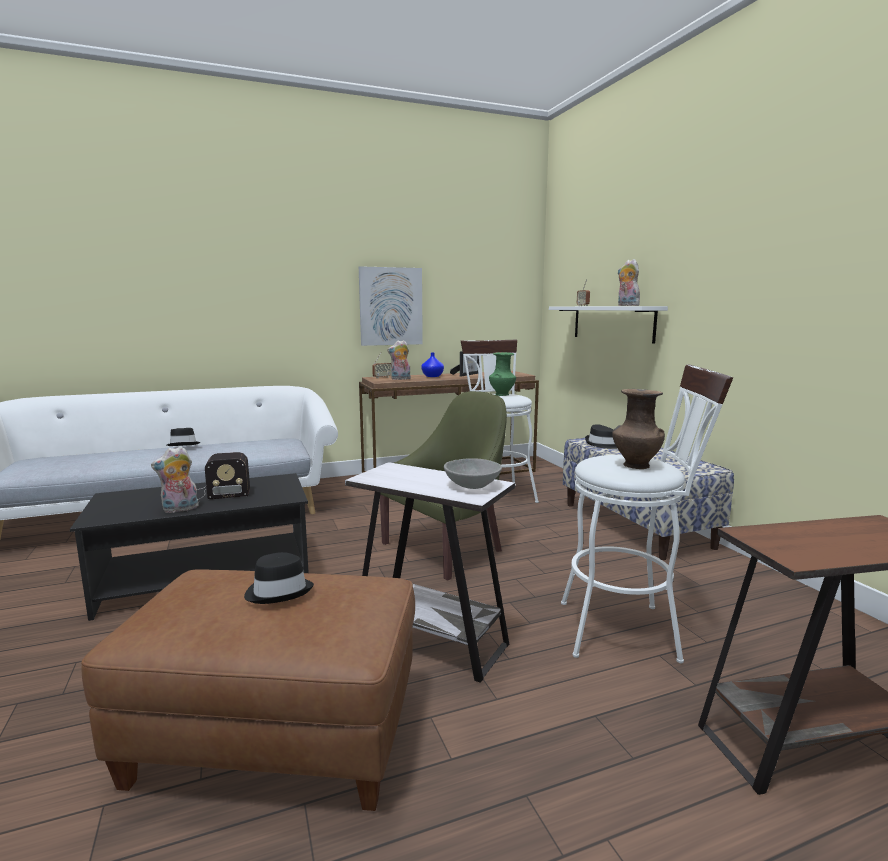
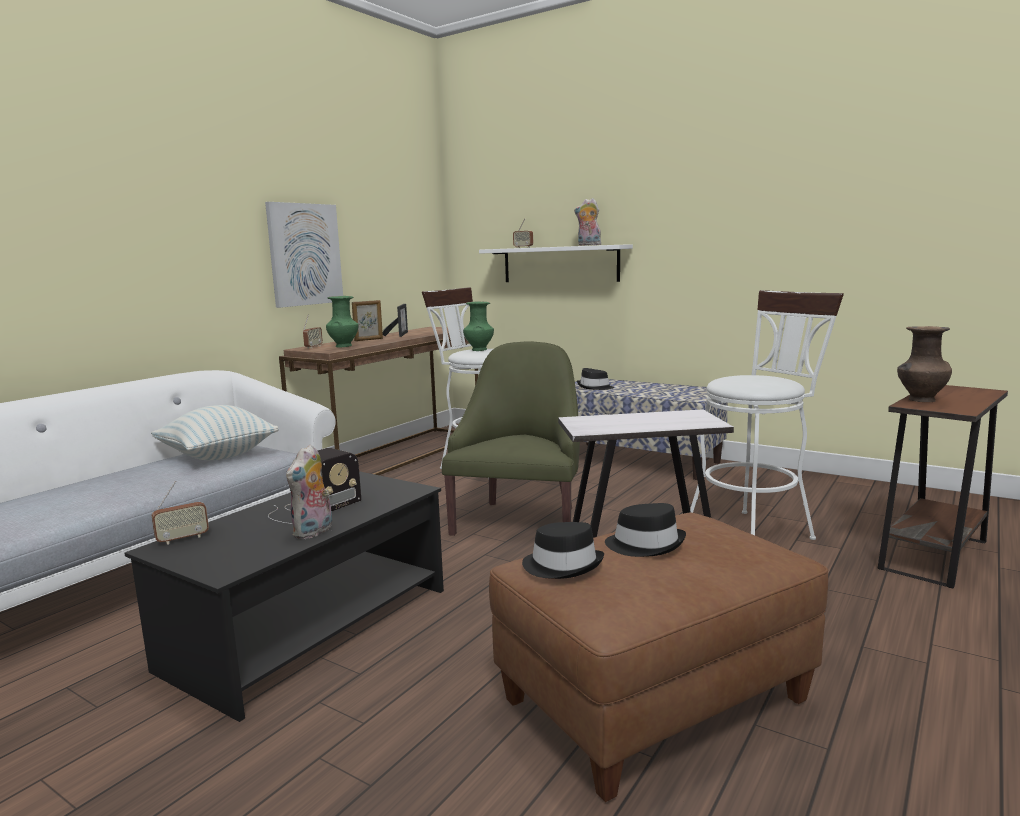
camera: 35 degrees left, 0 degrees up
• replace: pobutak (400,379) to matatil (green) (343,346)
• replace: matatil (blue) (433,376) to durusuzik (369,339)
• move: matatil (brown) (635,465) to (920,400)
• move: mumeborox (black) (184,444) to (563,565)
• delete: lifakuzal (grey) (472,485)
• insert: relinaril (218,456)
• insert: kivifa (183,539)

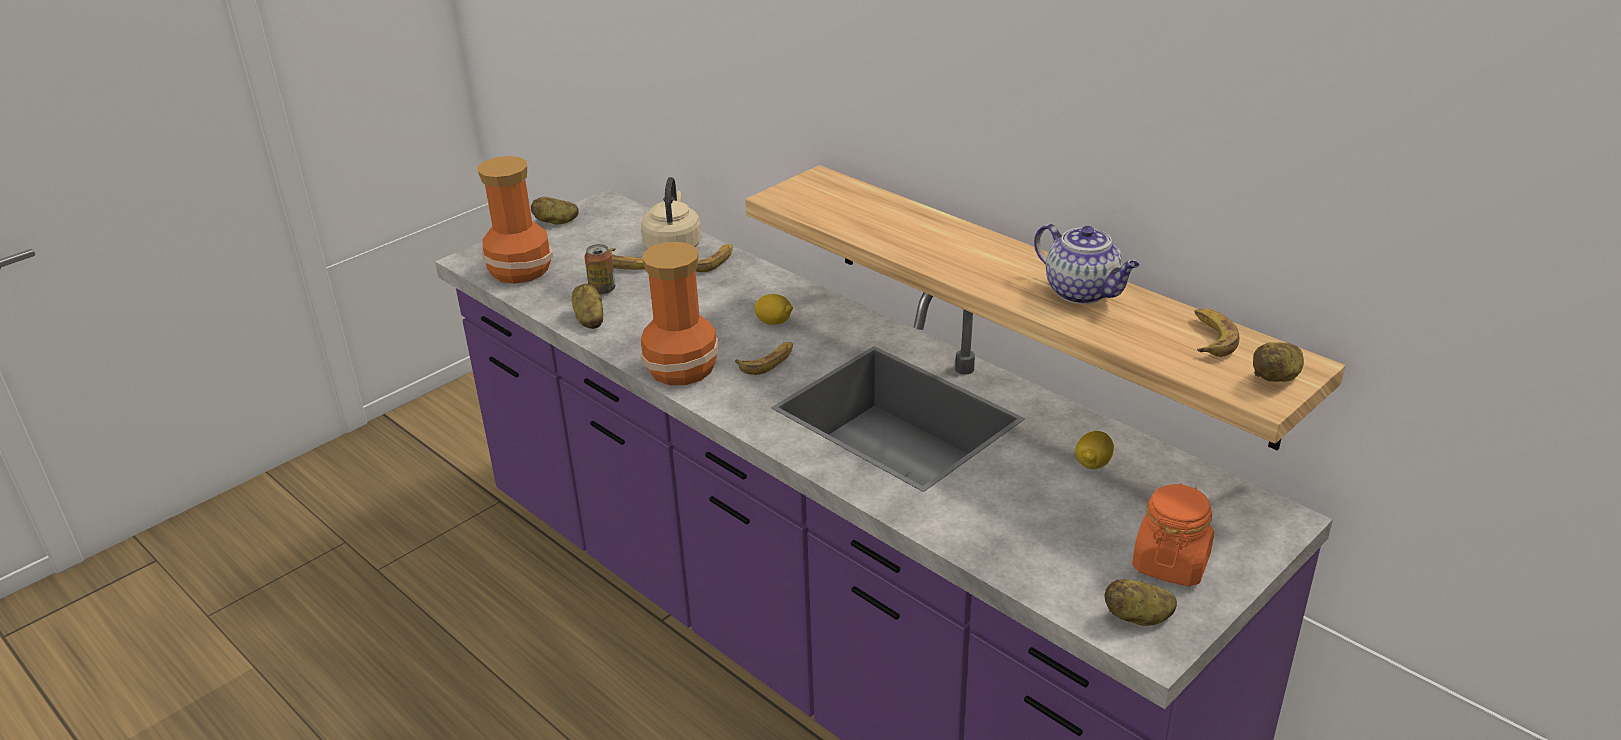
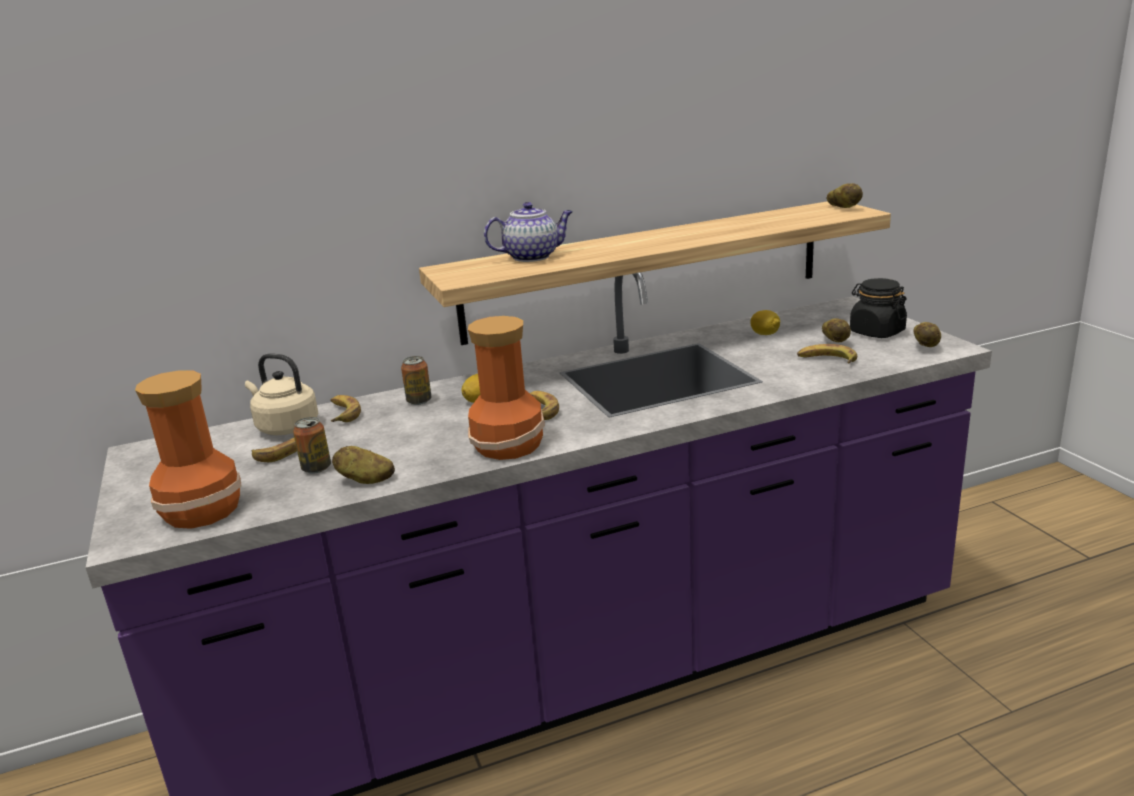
camera: 65 degrees left, 10 degrees down
• move: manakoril (556,222) to (835,342)
• move: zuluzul (1083,292) to (532,257)
• move: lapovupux (1210,338) to (826,360)
• recolor: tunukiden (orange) (1170,563) to tunukiden (black) (876,332)
• insert: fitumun (419,401)

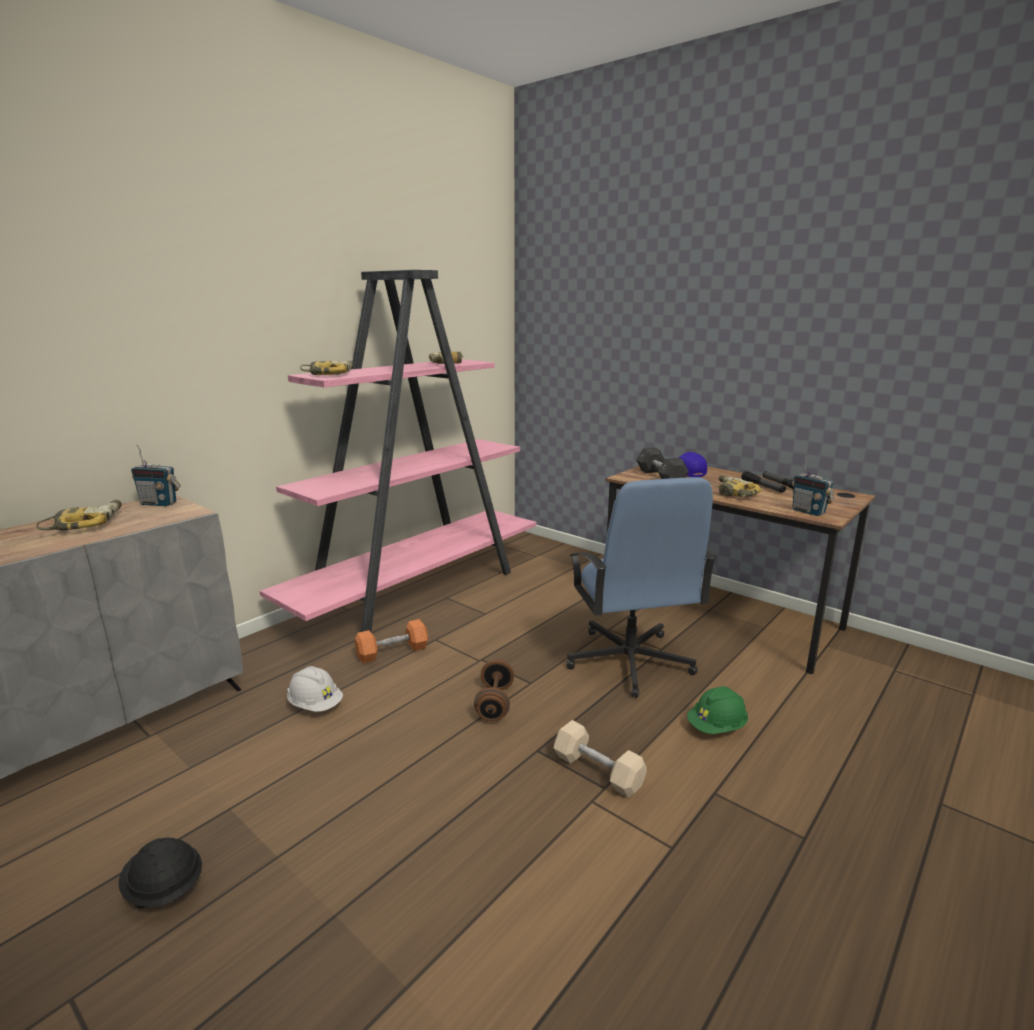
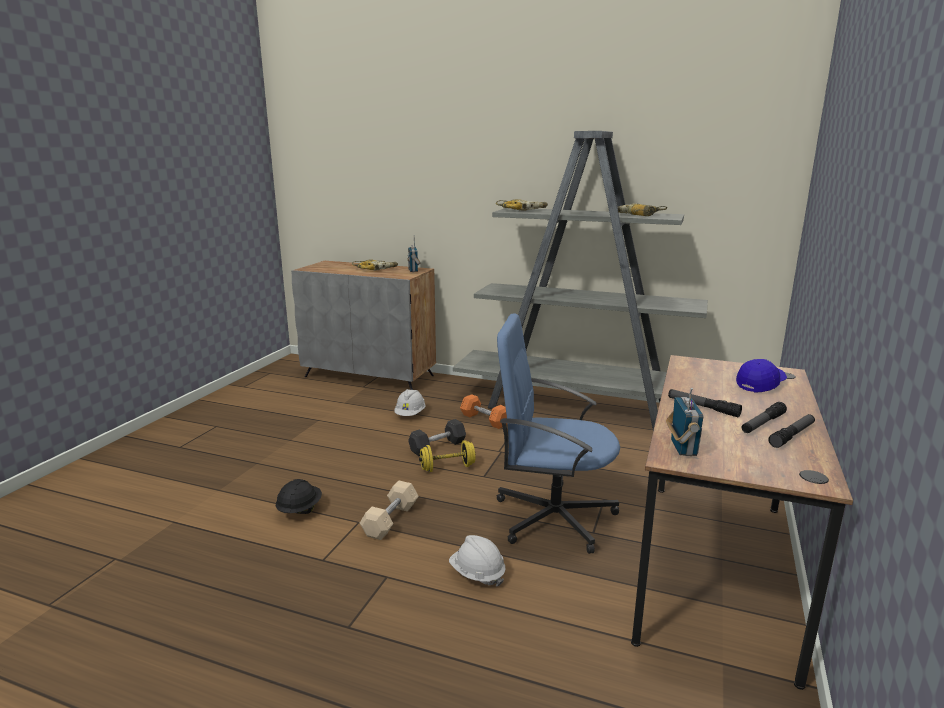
camera: 70 degrees right, 0 degrees up
• recolor: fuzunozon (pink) (418,590) to fuzunozon (grey) (581,406)
• move: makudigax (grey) (660,477) to (437,446)
• rotate: kivifa (808,512) = (682,448) 150 degrees clockwise
• replace: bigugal (730,493) to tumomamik (702,407)
• rotate: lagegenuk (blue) (629,662) = (552,517) 45 degrees clockwise
• recolor: makudigax (brown) (494,703) to makudigax (yellow) (447,467)
• recolor: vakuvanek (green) (717,727) to vakuvanek (white) (477,574)
• move: vakuvanek (black) (164,890) to (299,510)

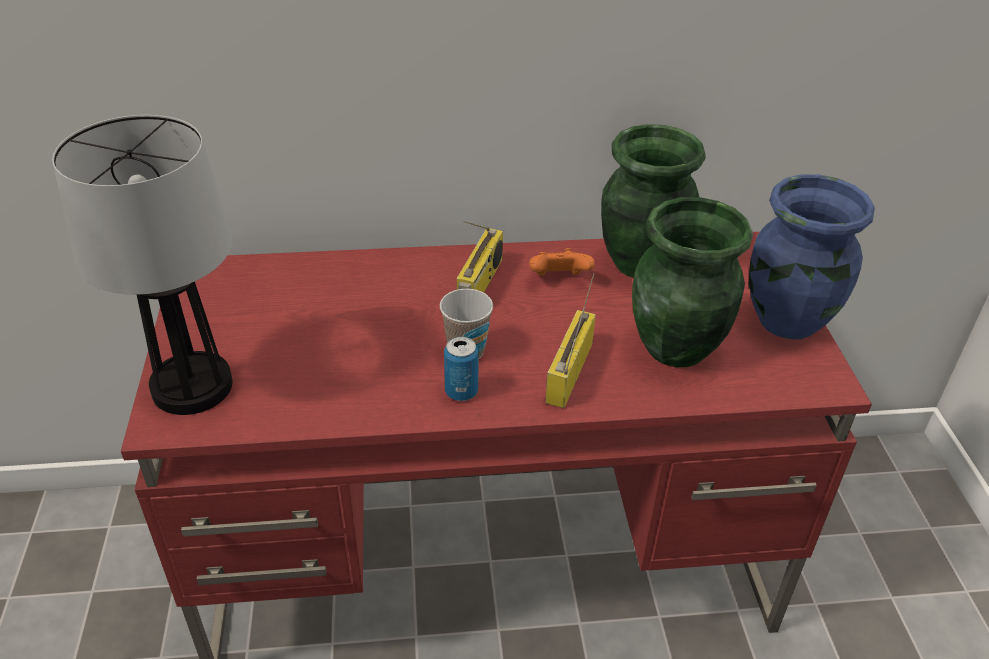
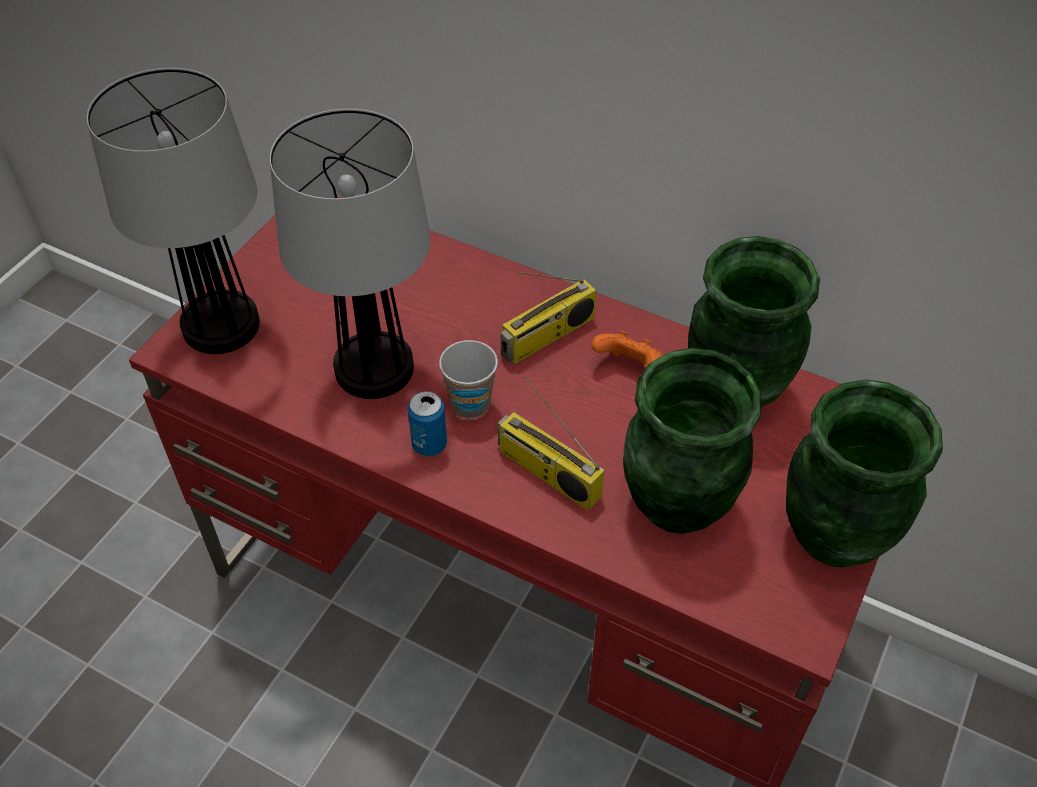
camera: 35 degrees right, 10 degrees up
• recolor: matatil (blue) (786,320) to matatil (green) (832,535)
• rotate: kivifa (568,370) = (546,473) 105 degrees counterclockwise
• insert: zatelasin (373,369)

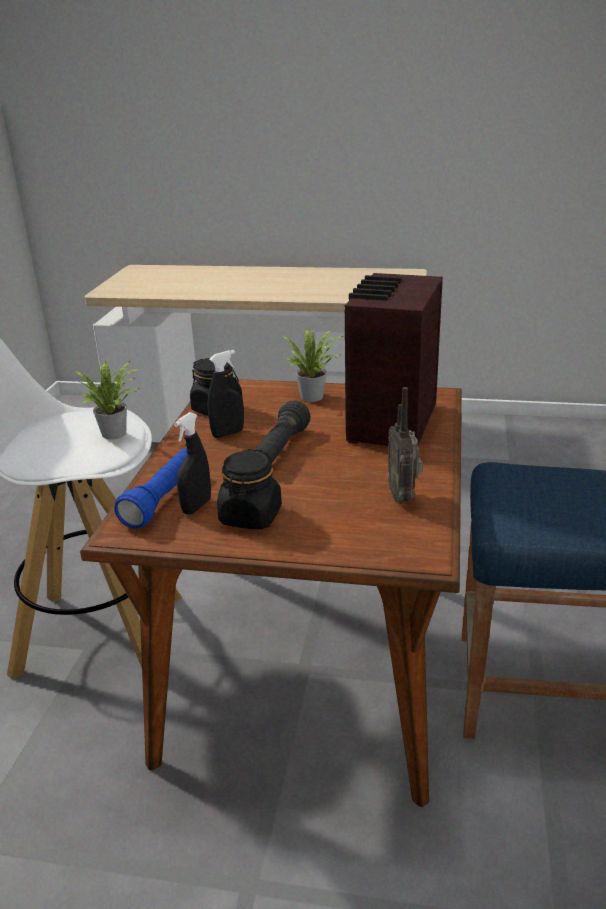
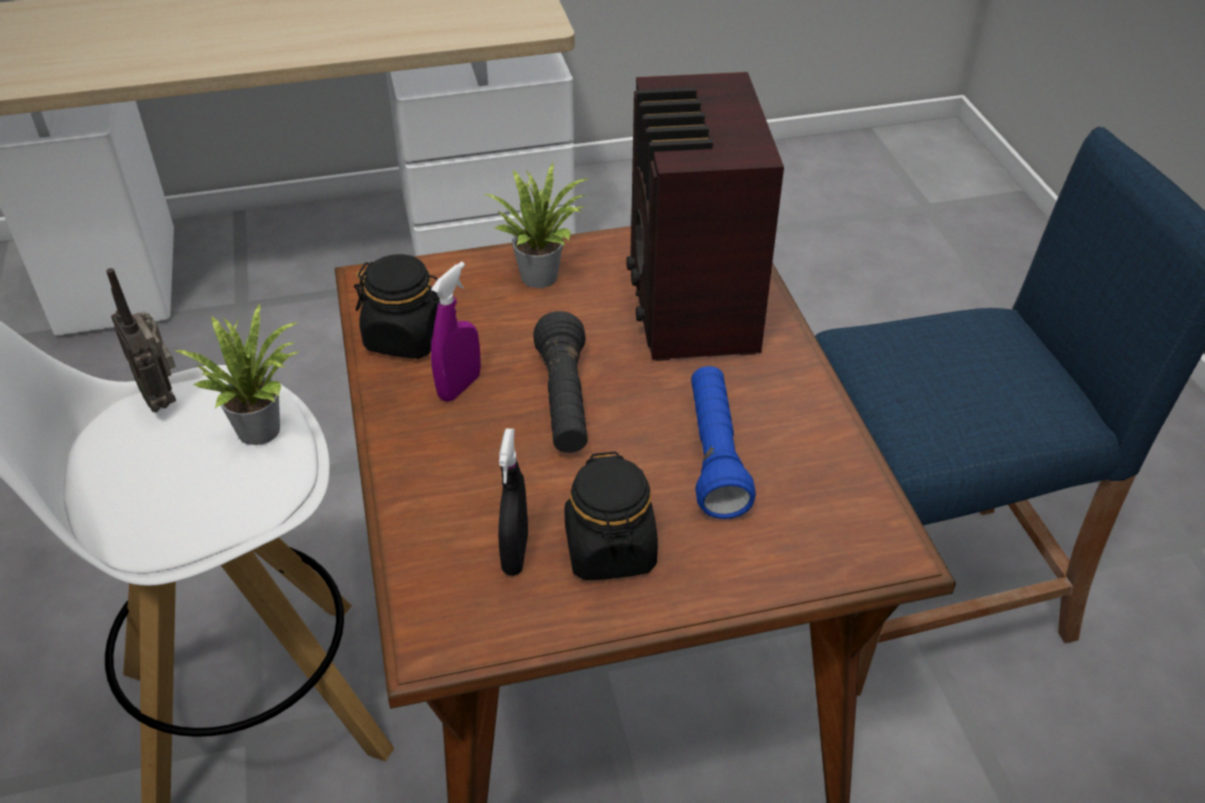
camera: 25 degrees left, 15 degrees up
• recolor: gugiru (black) (228,433) to gugiru (purple) (459,387)
• move: kivifa (403,496) to (162,398)
• move: tumomamik (blue) (163,499) to (714,456)

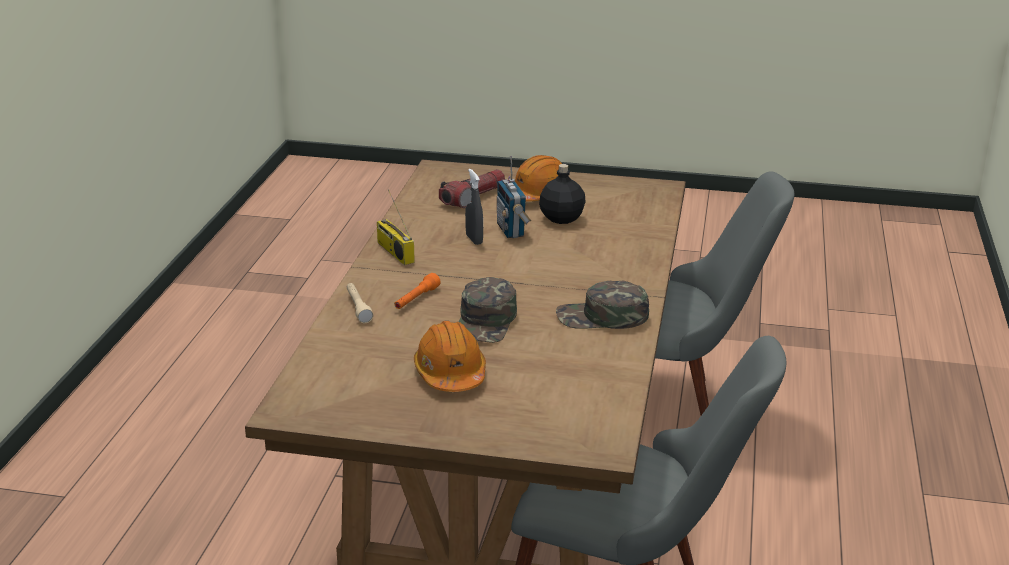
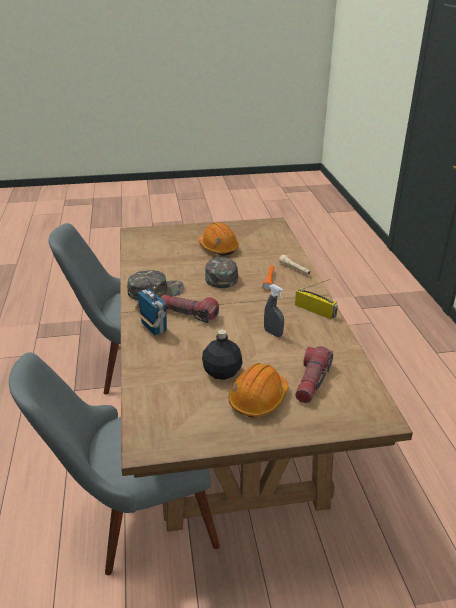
camera: 160 degrees right, 5 degrees up
• move: kivifa (511,230) to (153,328)
• insert: tumomamik (189,314)

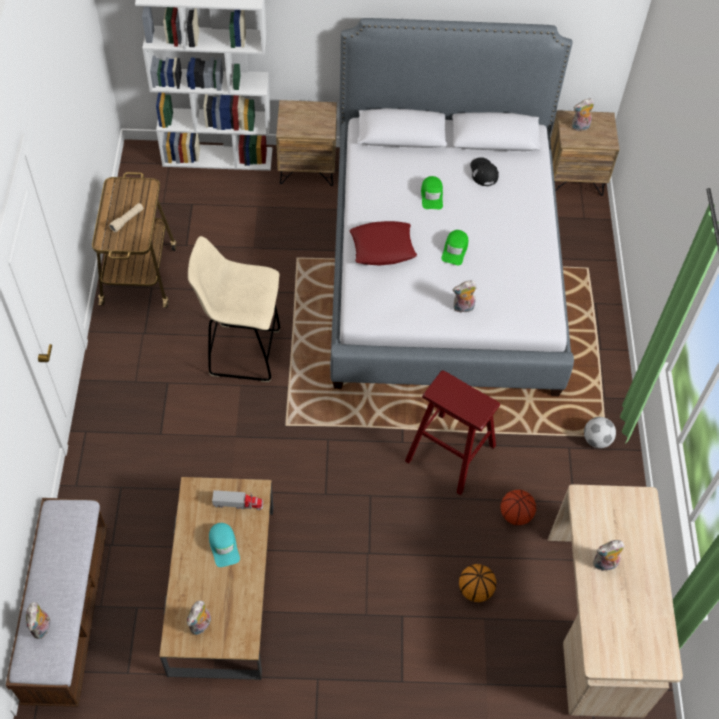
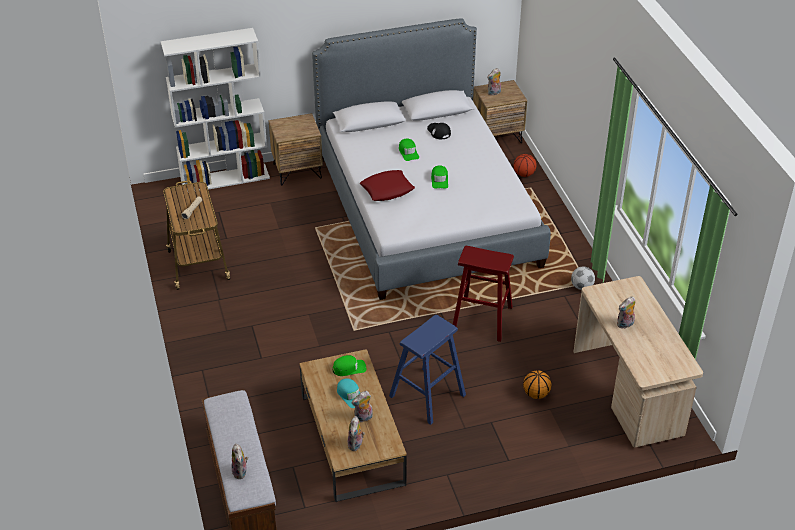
camera: 15 degrees left, 15 degrees down
• delete: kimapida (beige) (242,352)
• move: pobutak (463,308) to (363,418)
• replace: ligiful (238,503) to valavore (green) (349,368)
• move: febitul (515,515) to (524,174)
• insert: kimapida (blue) (427,395)

